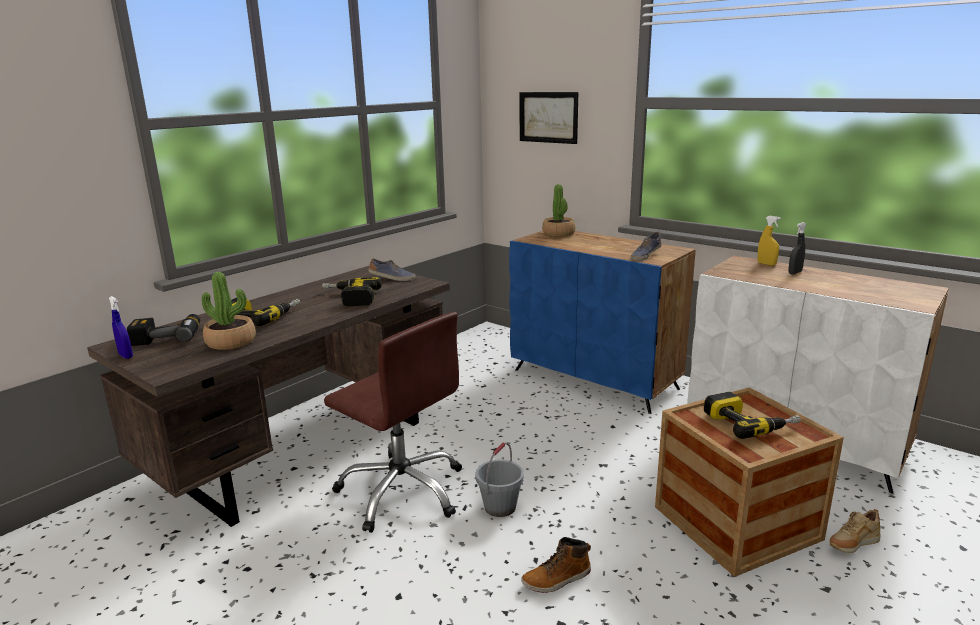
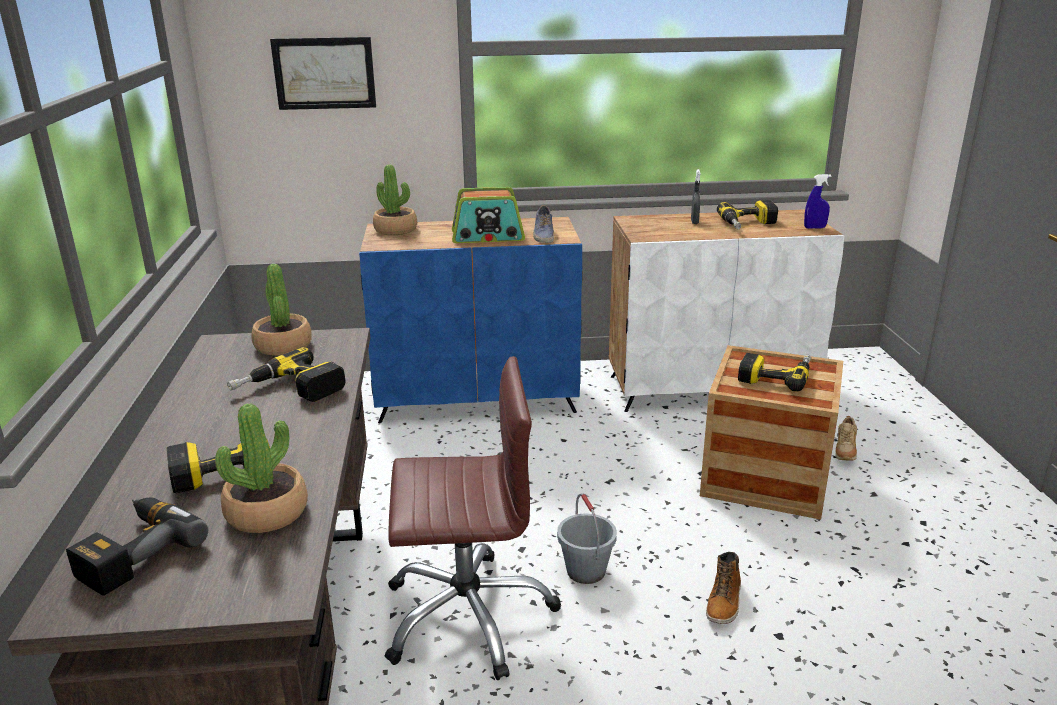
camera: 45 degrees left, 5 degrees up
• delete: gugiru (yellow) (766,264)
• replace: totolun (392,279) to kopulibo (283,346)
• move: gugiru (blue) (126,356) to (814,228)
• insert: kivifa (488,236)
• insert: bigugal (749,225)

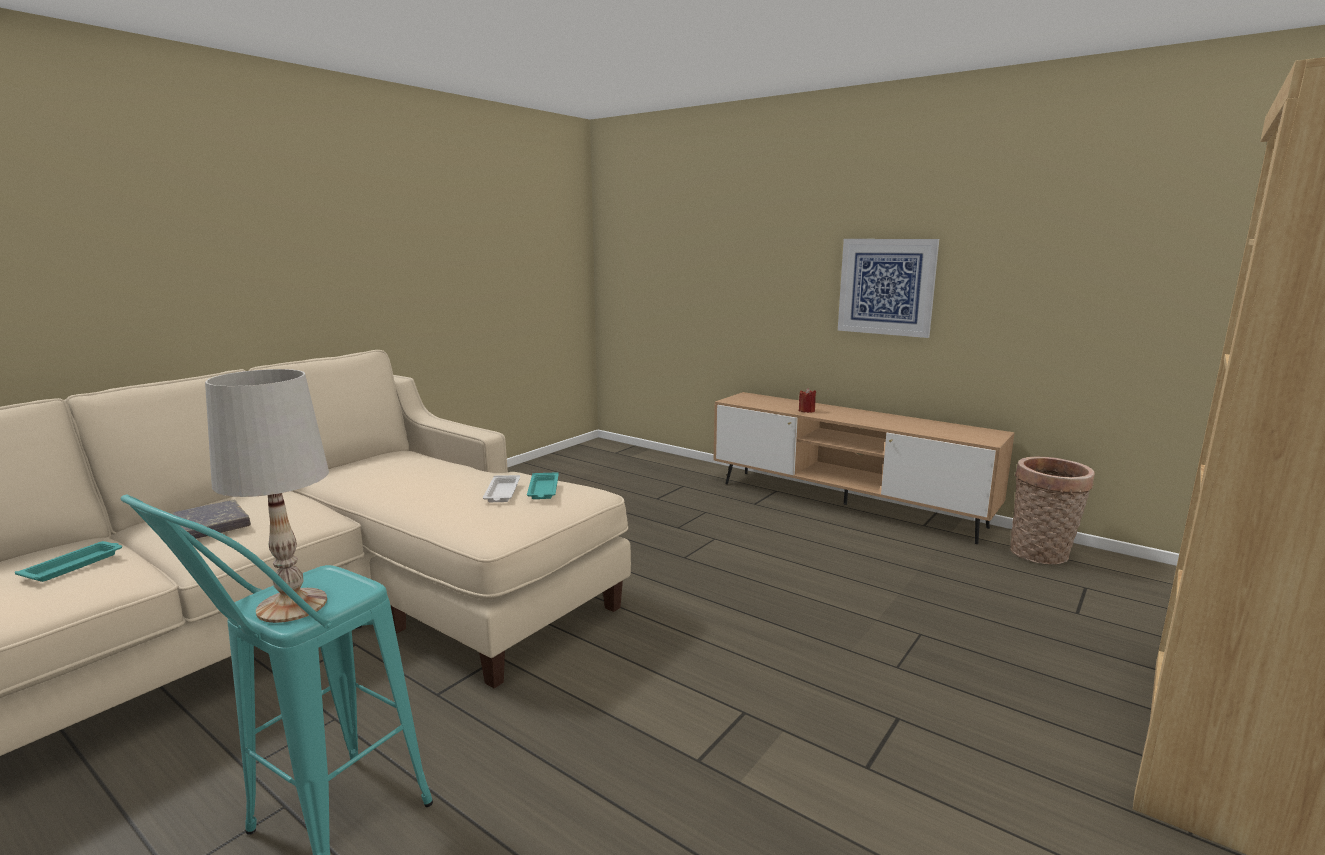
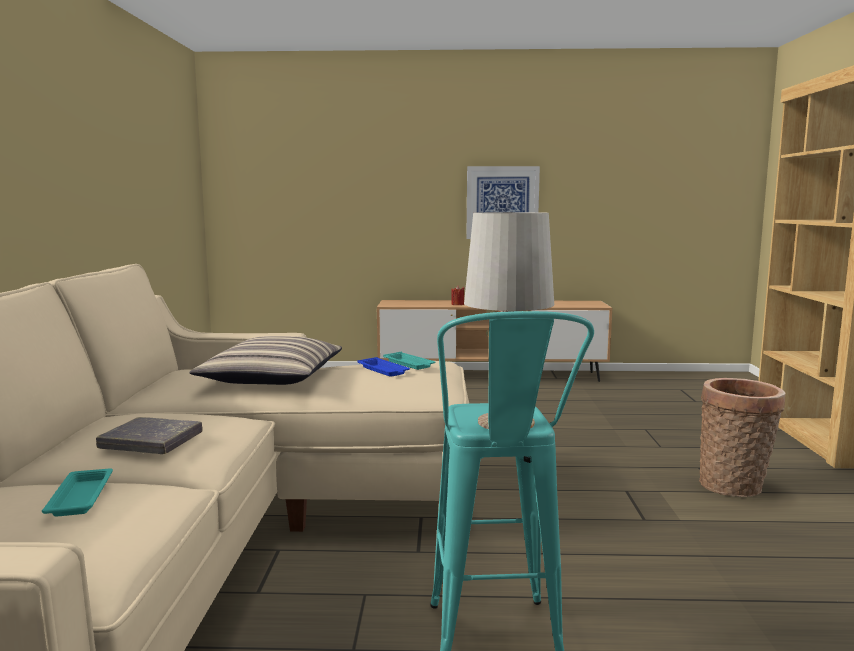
camera: 35 degrees left, 5 degrees down
• move: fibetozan (1041,555) to (734,486)
• recolor: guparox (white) (502,493) to guparox (blue) (383,370)
• insert: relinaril (272,377)

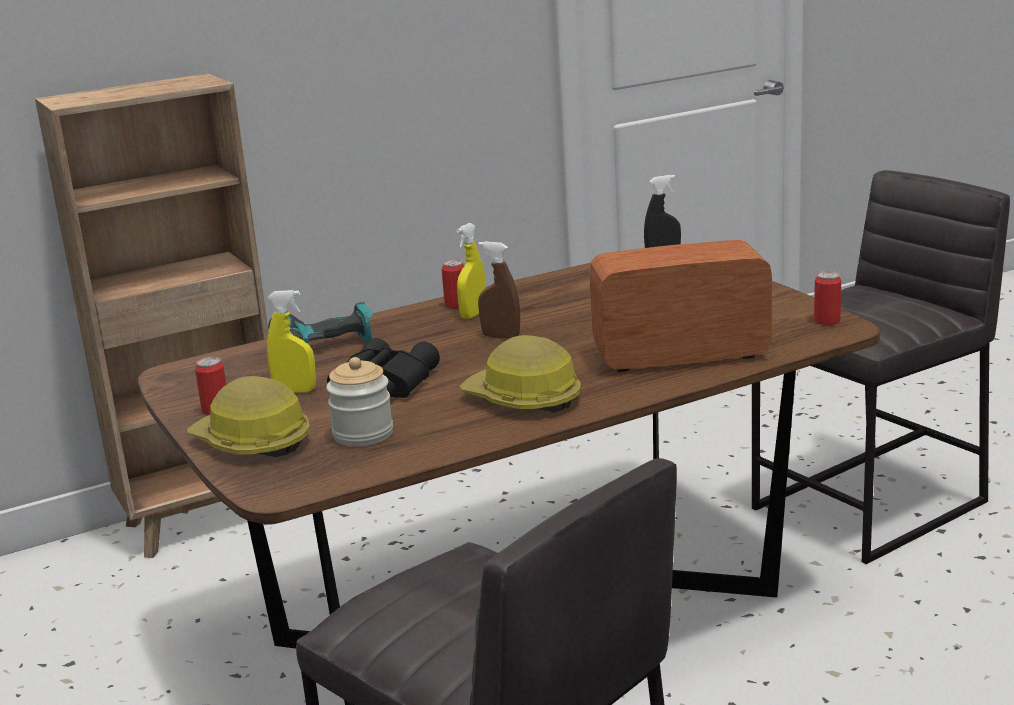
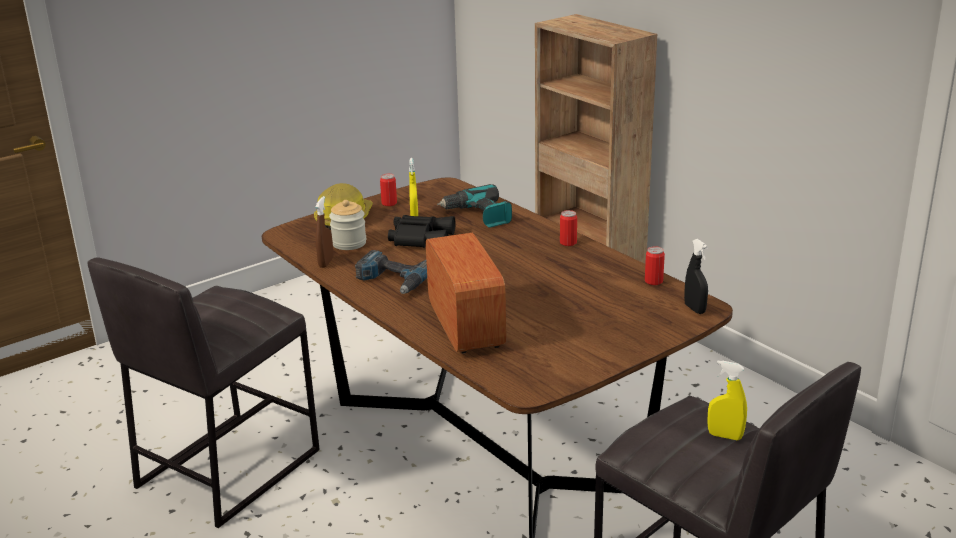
camera: 80 degrees right, 5 degrees up
• move: gugiru (yellow) (473,314) to (725,436)
• move: gugiru (brown) (501,336) to (326,263)
• move: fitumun (827,320) to (653,281)
• replace: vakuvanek (523,400) to bigugal (393,280)

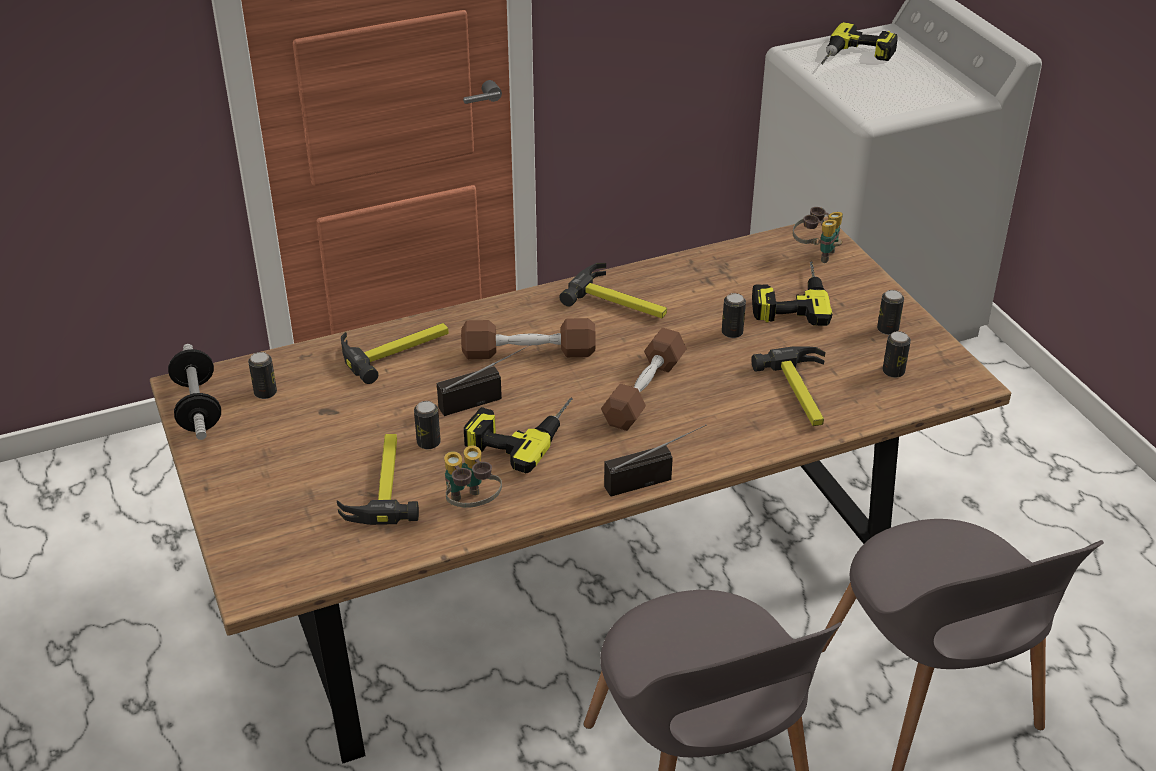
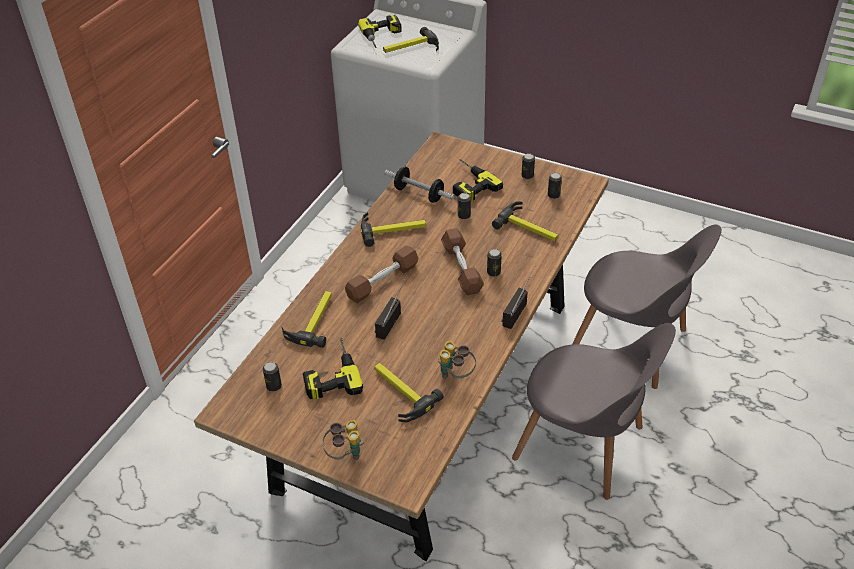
camera: 40 degrees left, 5 degrees up
• move: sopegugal (815,253) to (345,454)
• move: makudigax (198,407) to (419,194)
• move: bigugal (519,432) to (330,373)
• move: fitumun (428,443) to (493,272)
• insert: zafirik (410,48)

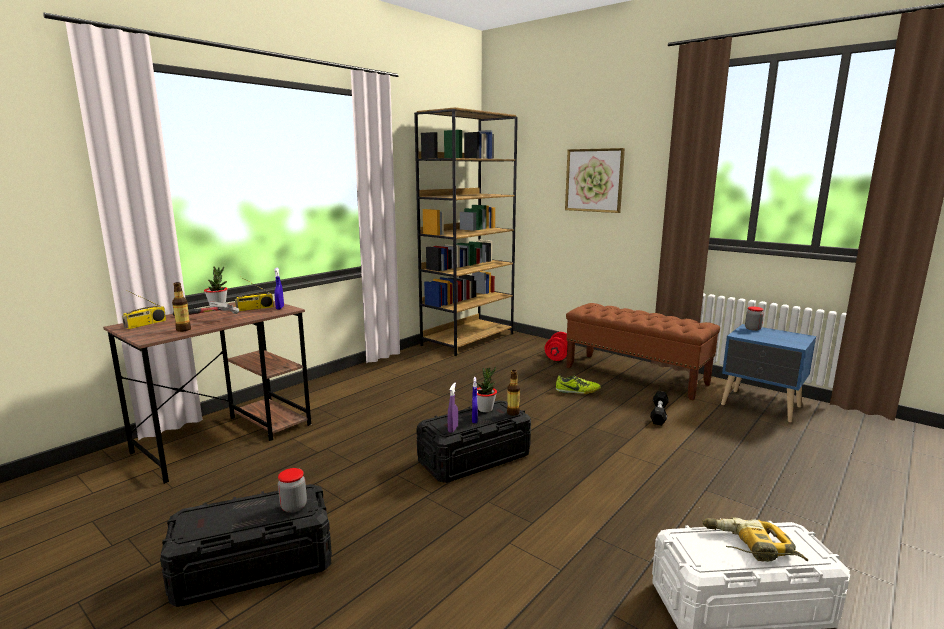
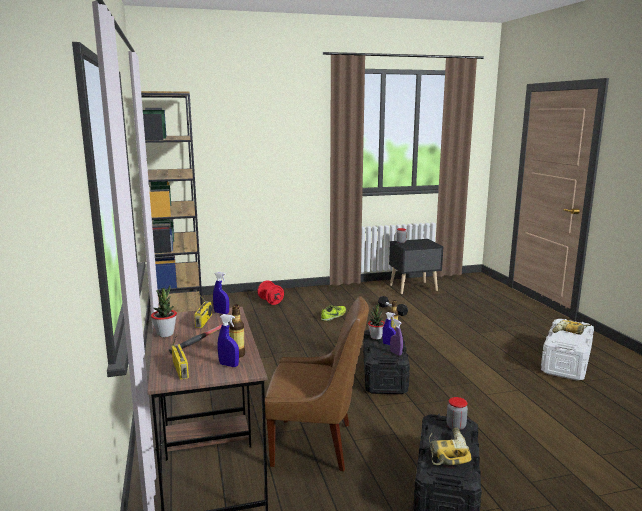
camera: 55 degrees left, 0 degrees up
• delete: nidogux (594,180)
• delete: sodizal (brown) (635,375)
• recolor: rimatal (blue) (761,406) to rimatal (black) (414,288)
• insert: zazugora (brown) (316,444)
• insert: gugiru (blue) (229,365)
• insert: bigugal (446,452)

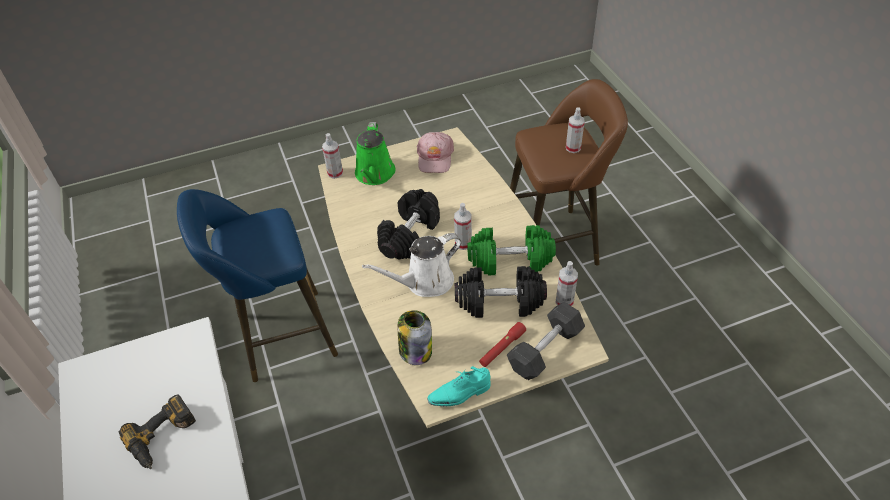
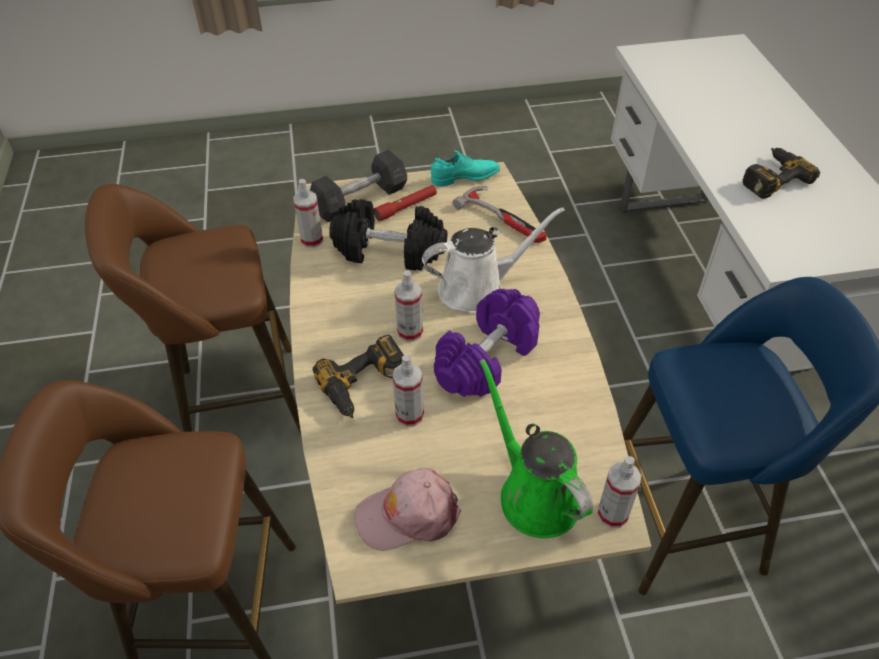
camera: 170 degrees left, 0 degrees up
• move: gugiru (573,148) to (409,415)
• rotate: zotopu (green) (374,175) = (534,494) 45 degrees counterclockwise
• rotate: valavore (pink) (435,157) = (408,514) 120 degrees counterclockwise
• recolor: makudigax (black) (409,235) to makudigax (purple) (487,359)
• delete: makudigax (green) (510,261)
• replace: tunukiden (415,350) to zafirik (504,219)
• insert: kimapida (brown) (233,403)
• insert: bigugal (365,386)

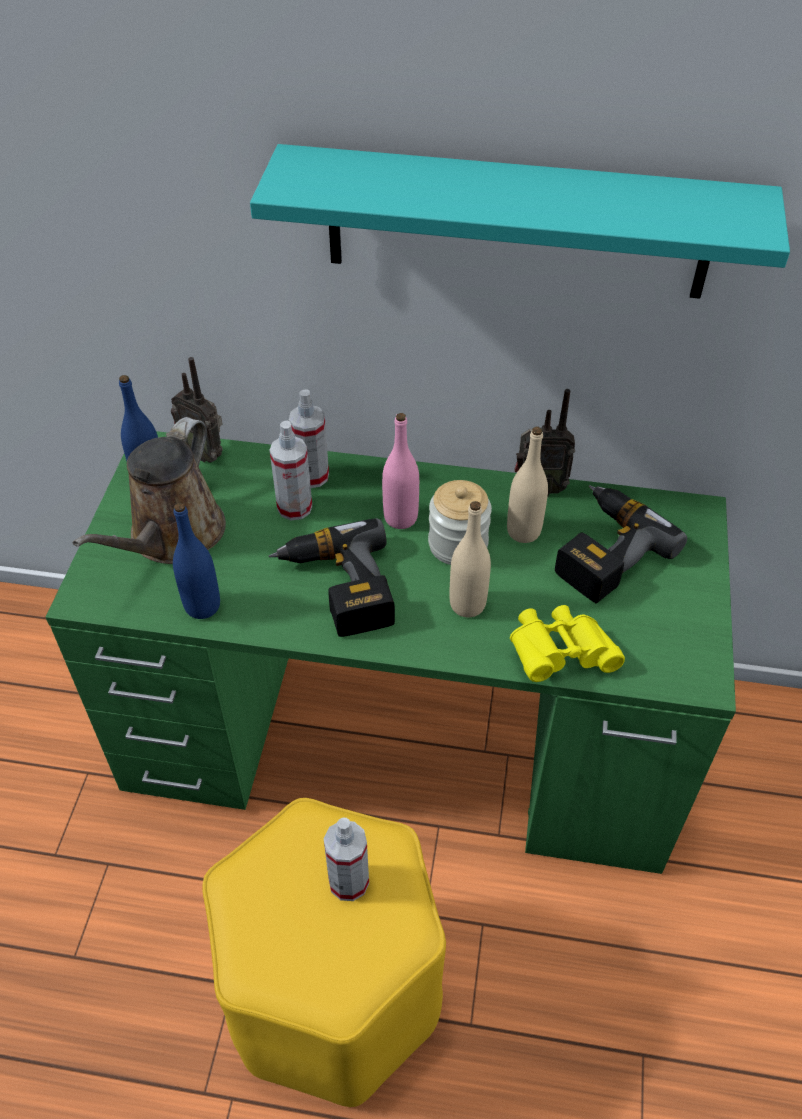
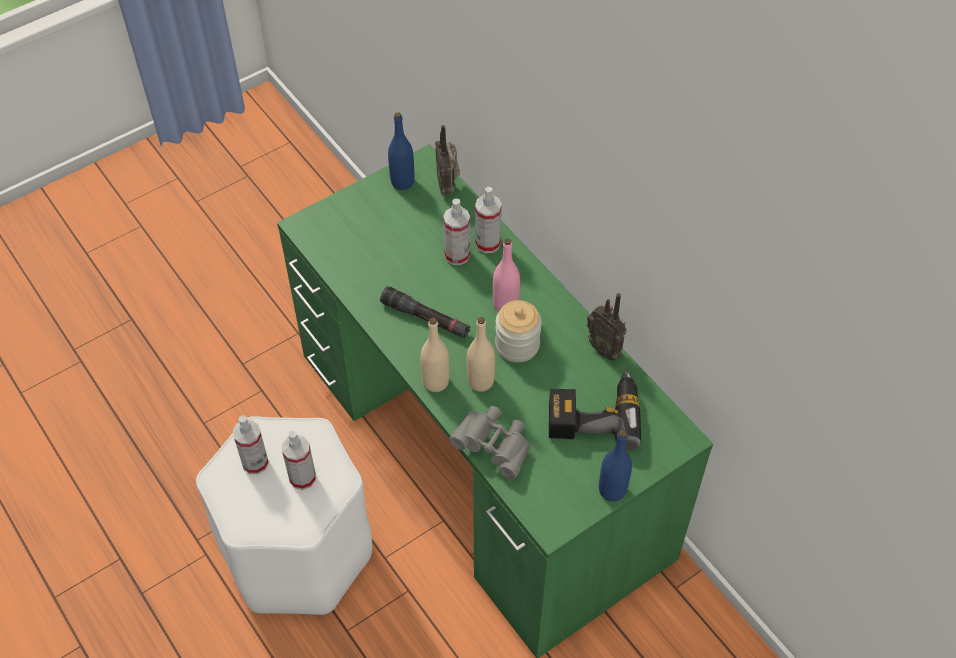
camera: 45 degrees right, 5 degrees up
• delete: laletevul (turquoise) (517,223)
• delete: zotopu (brown) (172,537)
• move: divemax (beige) (523,531) to (435,382)
• move: divemax (blue) (202,606) to (612,490)
• replace: bigugal (337,588) to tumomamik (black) (425,318)
• recolor: sopegugal (yellow) (559,654) to sopegugal (grey) (494,447)
• recolor: kimapida (yellow) (333,997) to kimapida (white) (297,553)
• insert: gugiru (255,463)

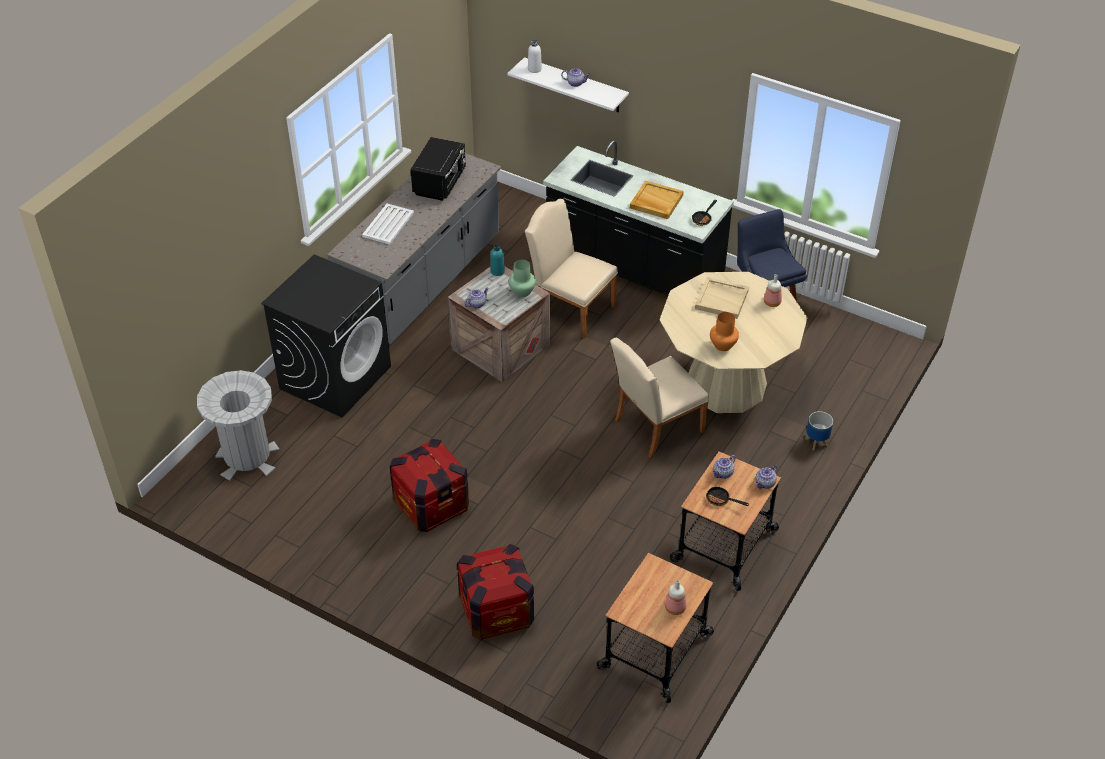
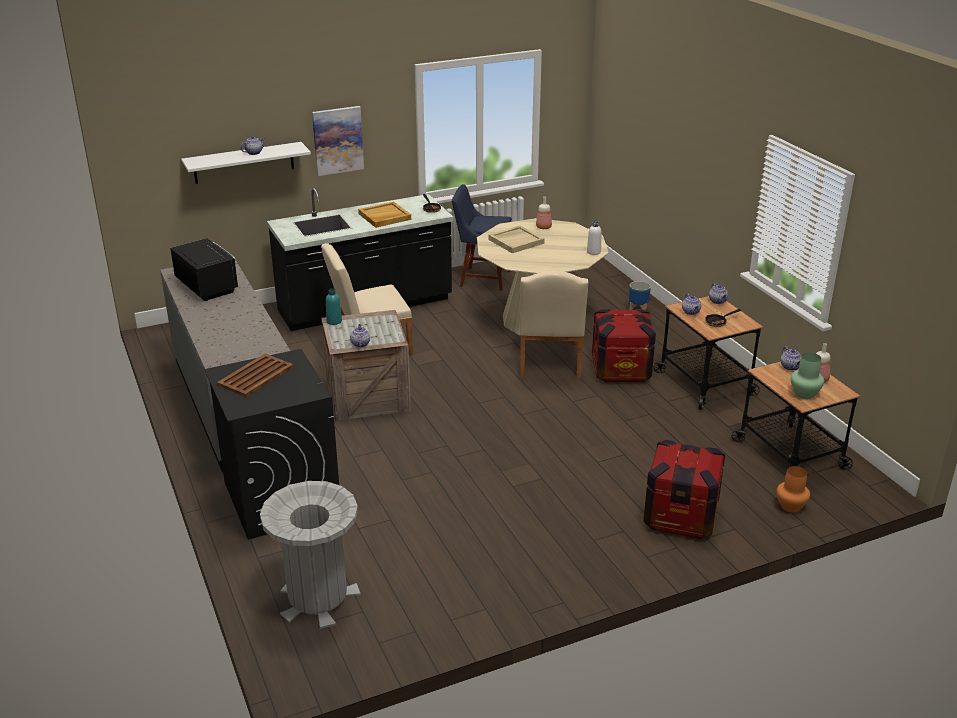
camera: 55 degrees left, 15 degrees down
• move: divemax (white) (534,69) to (593,252)
• delete: guparox (white) (387,225)
• move: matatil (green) (521,292) to (804,394)
• move: matatil (orange) (723,345) to (790,506)
• move: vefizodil (431,506) to (620,370)
• insert: nidogux (338,140)
• insert: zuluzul (790,367)
• insert: guparox (brown) (256,376)

